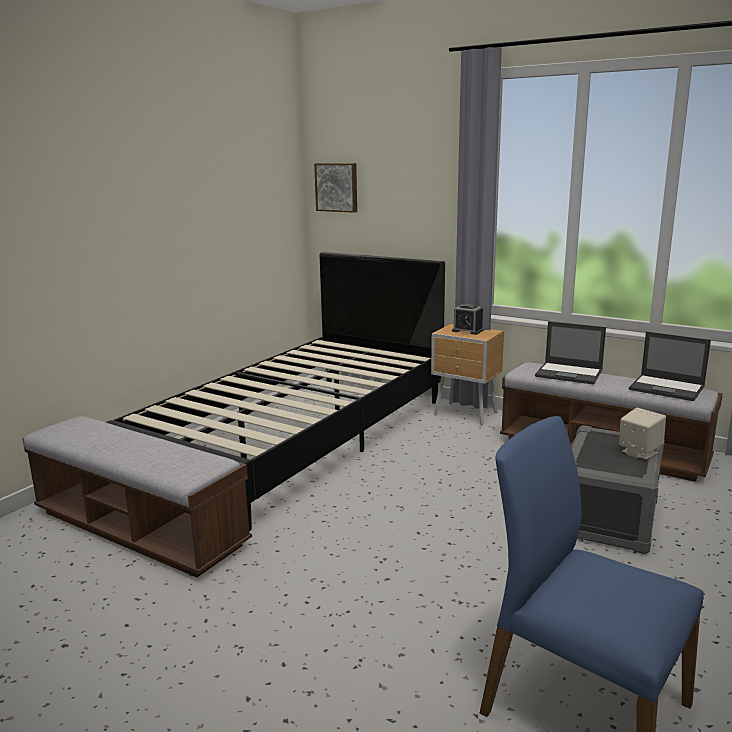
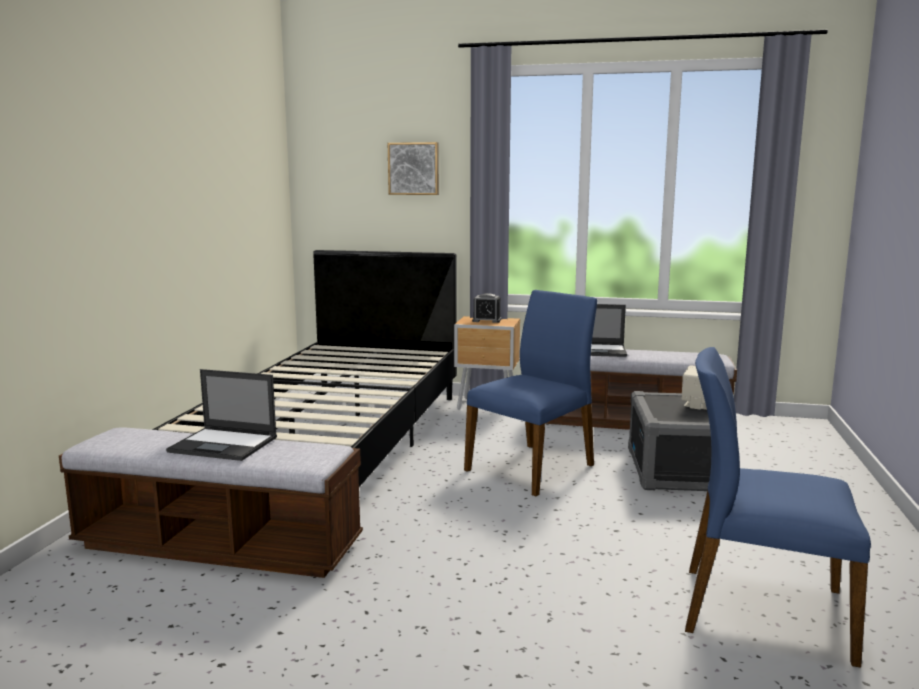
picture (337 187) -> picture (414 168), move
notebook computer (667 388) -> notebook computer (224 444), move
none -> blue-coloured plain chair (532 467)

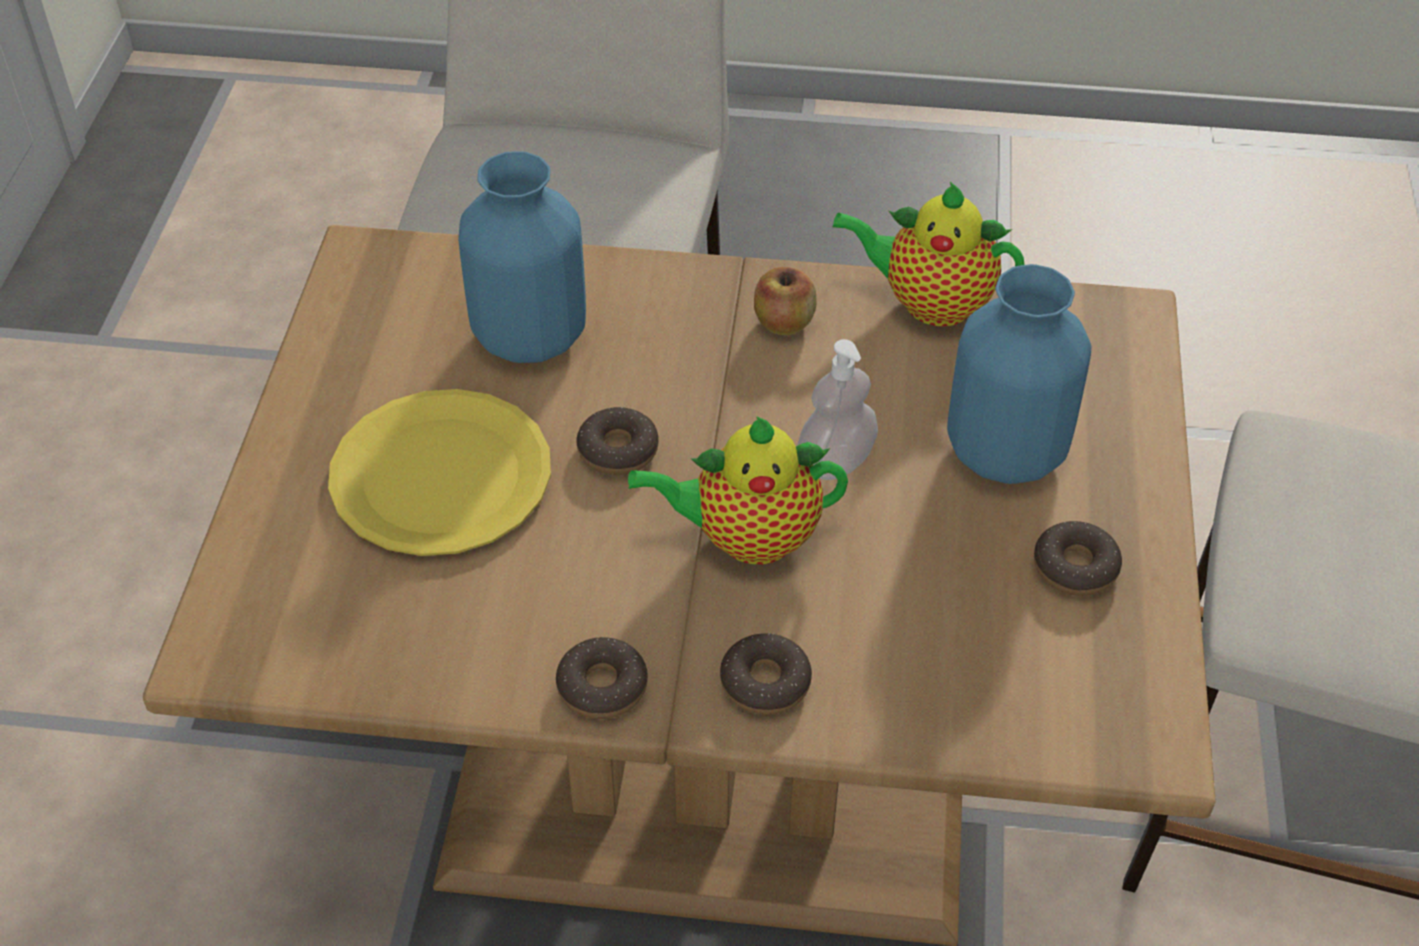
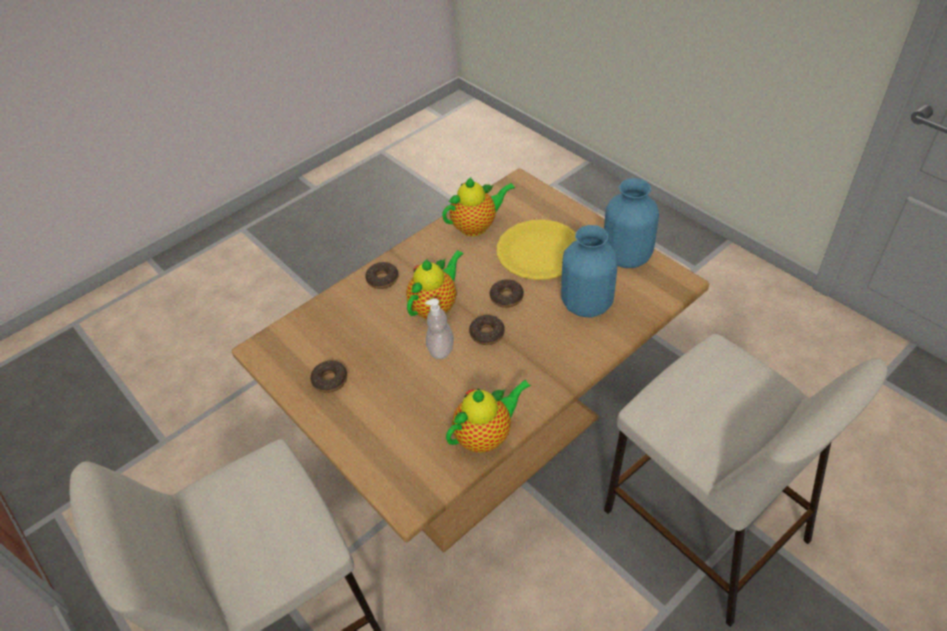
ring doughnut (602 687) -> ring doughnut (487 333), move
apple fruit (784 323) -> none
blue-coloured decorative vase (1003 452) -> blue-coloured decorative vase (627 256), move
none -> pot for tea (477 226)

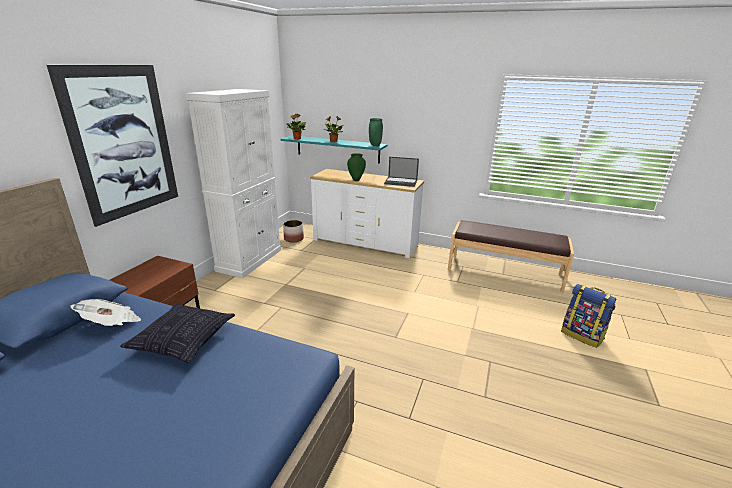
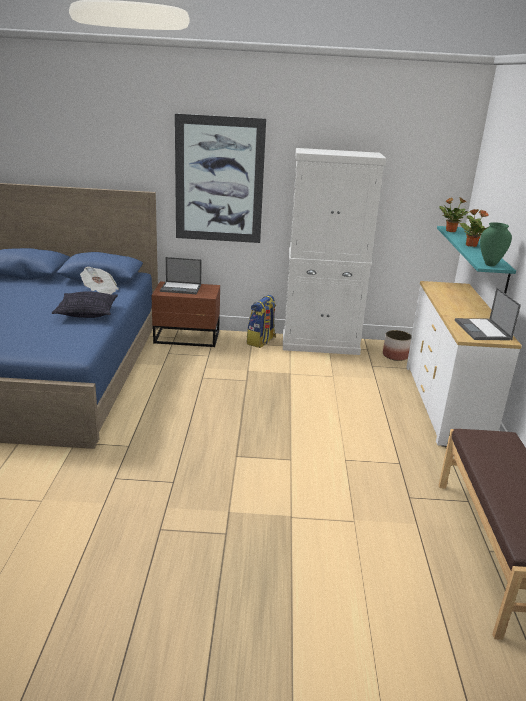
greenish decorative vase (356 180) -> none
knapsack (582 335) -> knapsack (261 341), move
none -> notebook computer (181 288)

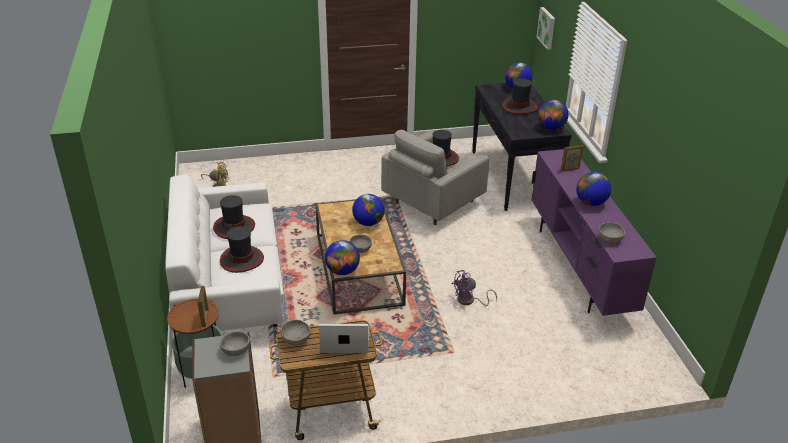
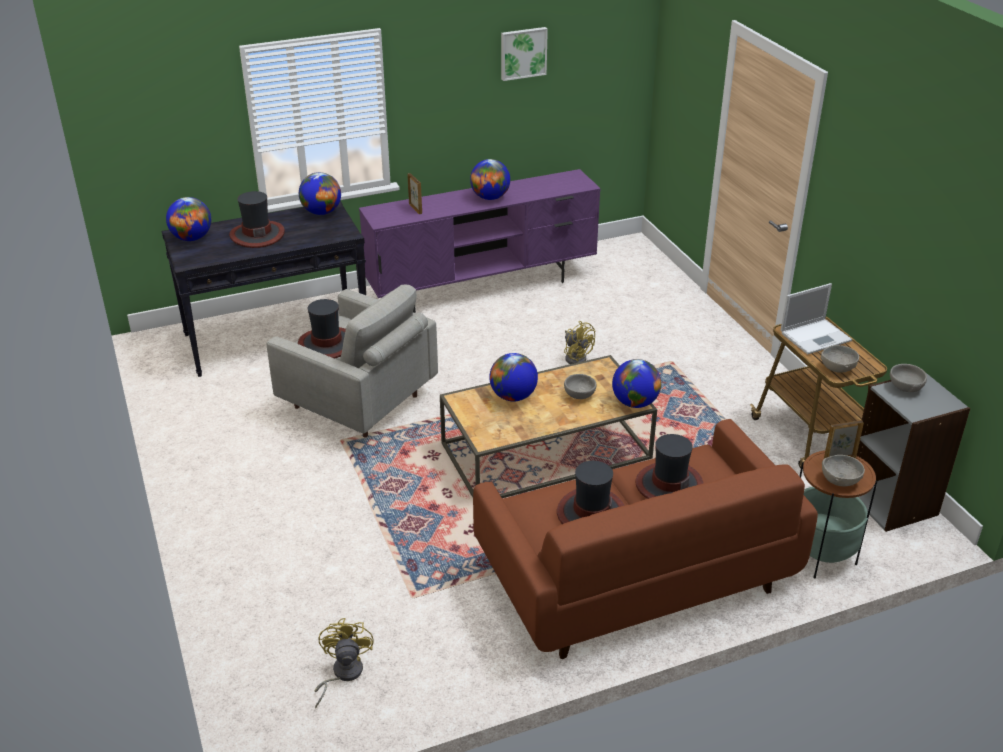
white couch (230 285) -> brown couch (635 575)
notebook computer (344 341) -> notebook computer (816 336), 105 degrees counterclockwise
purplish cooling fan (469 301) -> yellow cooling fan (576 357)
picture (547 28) -> picture (523 53), move
grey serving bowl (610 239) -> grey serving bowl (840 479), move

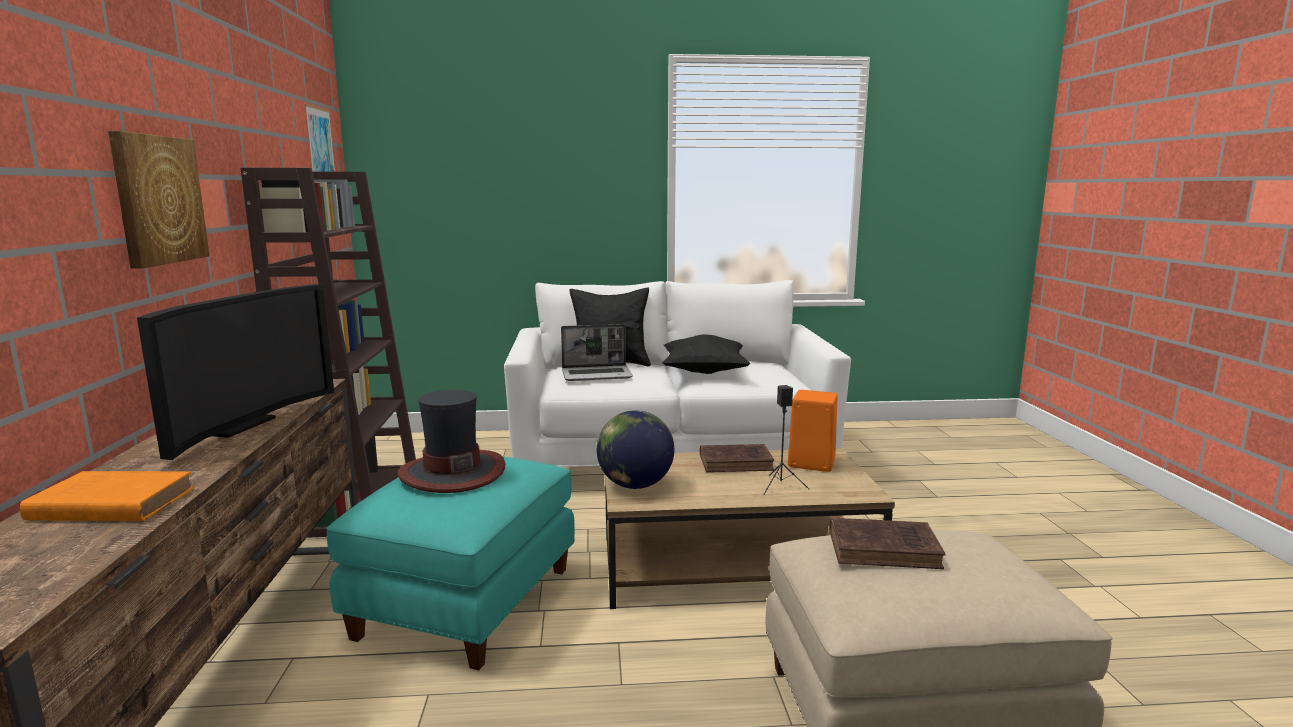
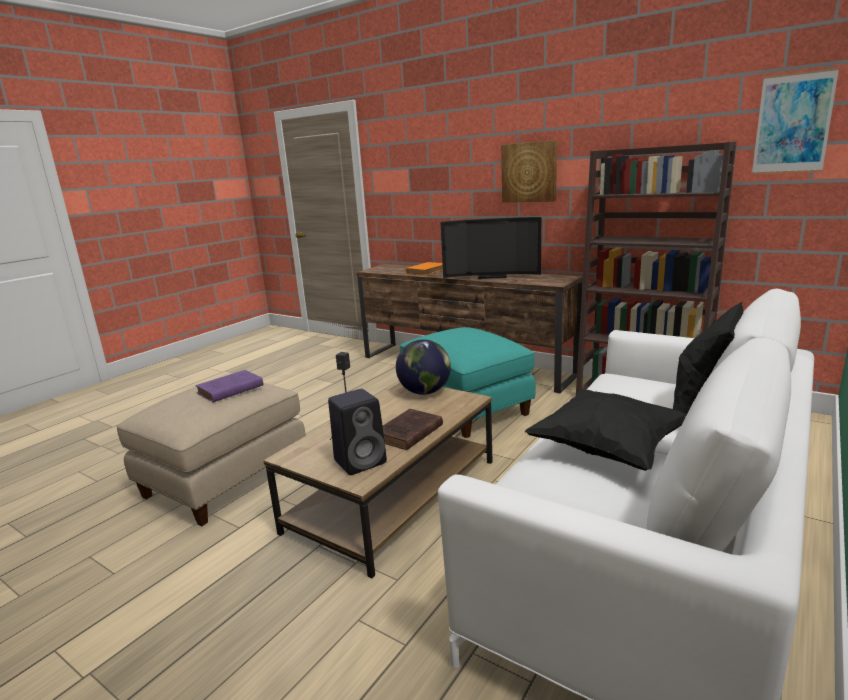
TV (236 426) -> TV (491 276), 45 degrees counterclockwise
clothing hat (452 472) -> none
notebook computer (597 375) -> none
orangey loudspeaker (809 463) -> black-coloured loudspeaker (361 461)
brown volume (886 549) -> purplish volume (229 390)

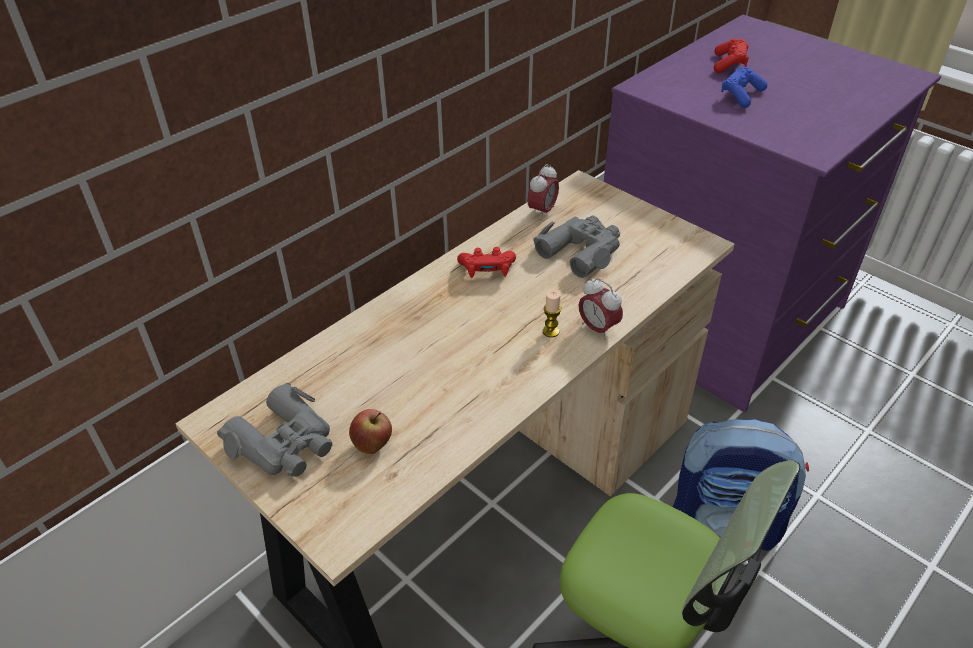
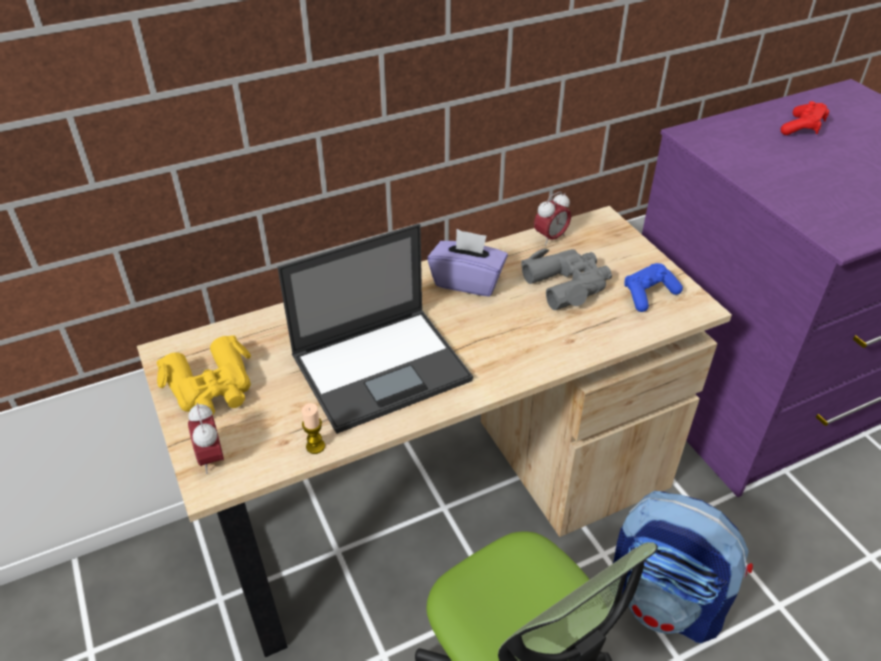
grey binoculars (285 443) -> yellow binoculars (211 387)
apple fruit (373 445) -> none
red game controller (487 270) -> purplish box of tissues (467 281)
wax light (551 331) -> wax light (315 446), move
bedside clock (598 329) -> bedside clock (211 458), move
blue-coloured game controller (741 95) -> blue-coloured game controller (648 294), move
none -> notebook computer (382 367)

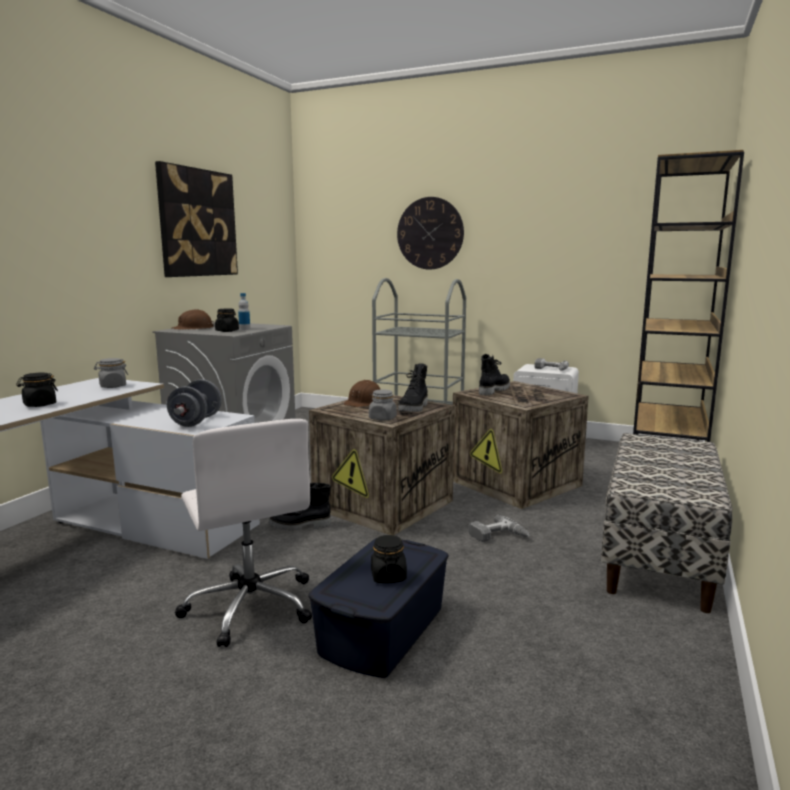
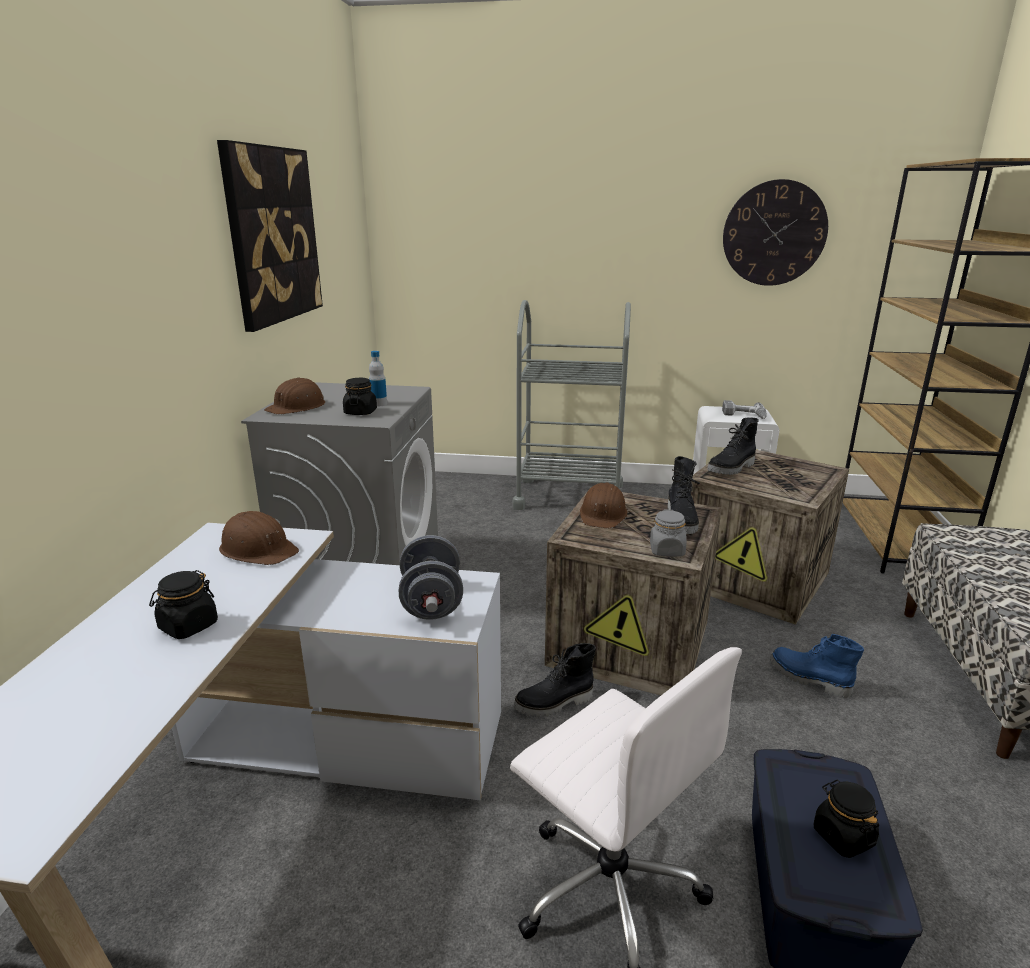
grey jar (112 386) -> brown work helmet (258 549)
hanging clock (430 233) -> hanging clock (774 233), move
electric drill (498 536) -> blue-coloured boot (808 679)
black-coloured boot (493 390) -> black-coloured boot (732 469), 150 degrees counterclockwise

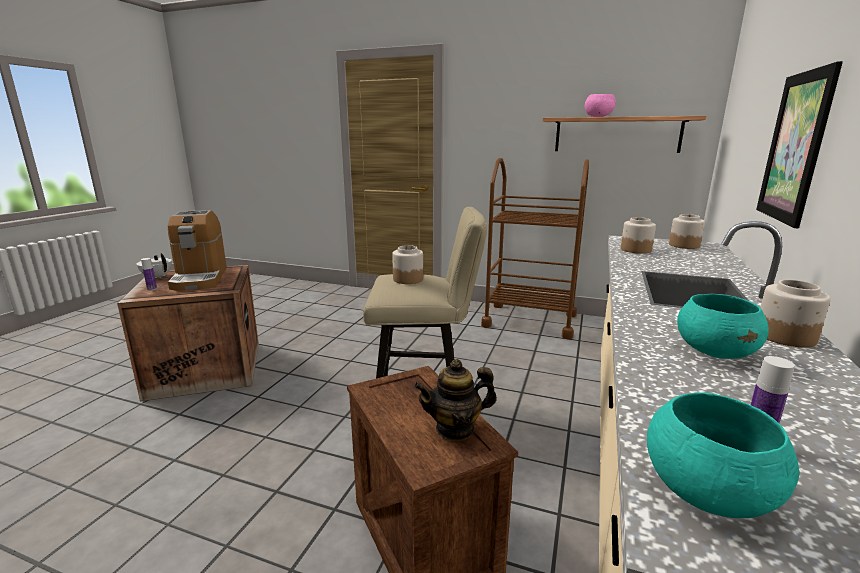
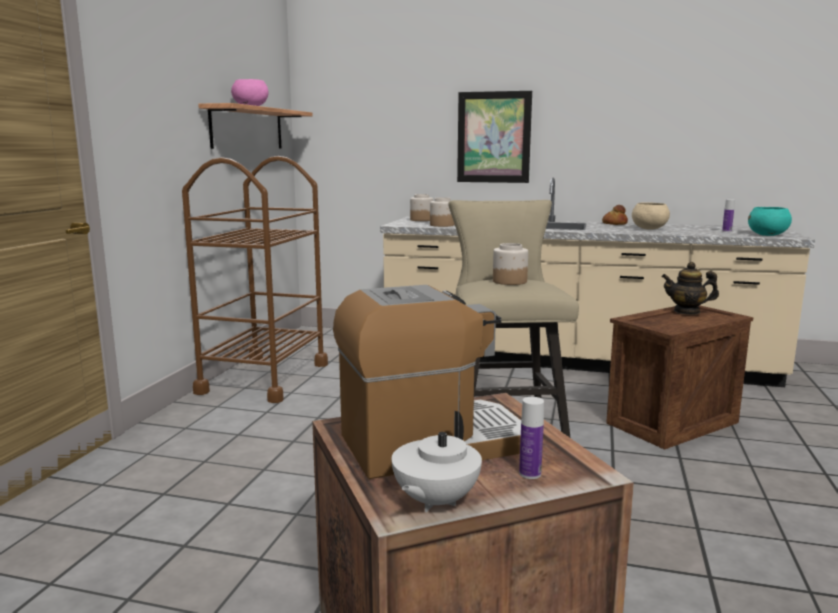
pot for tea (455 428) -> pot for tea (687 311), 120 degrees clockwise
blue-green serving bowl (714 352) -> beige-coloured serving bowl (649 229)
jar (784 336) -> baked bread (614 224)

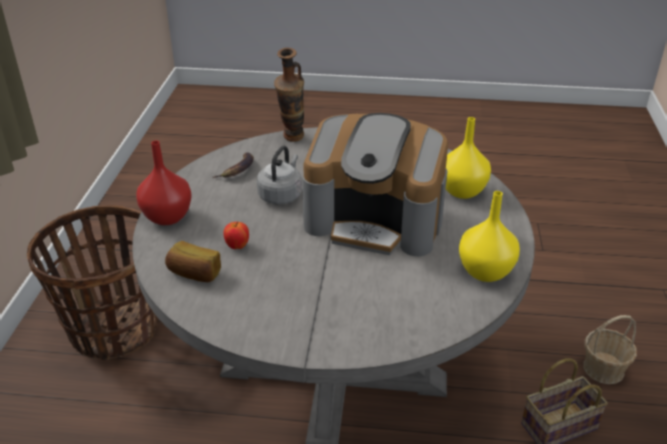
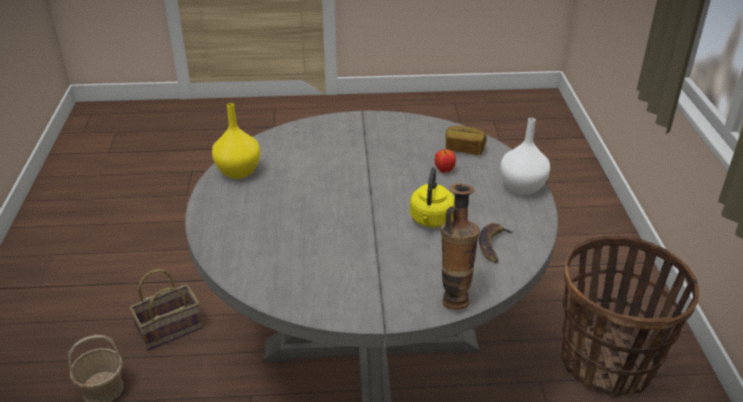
red decorative vase (166 217) -> white decorative vase (523 188)
grey kettle (281 195) -> yellow kettle (431 220)
coffee maker (375 220) -> none
yellow decorative vase (461 191) -> none

